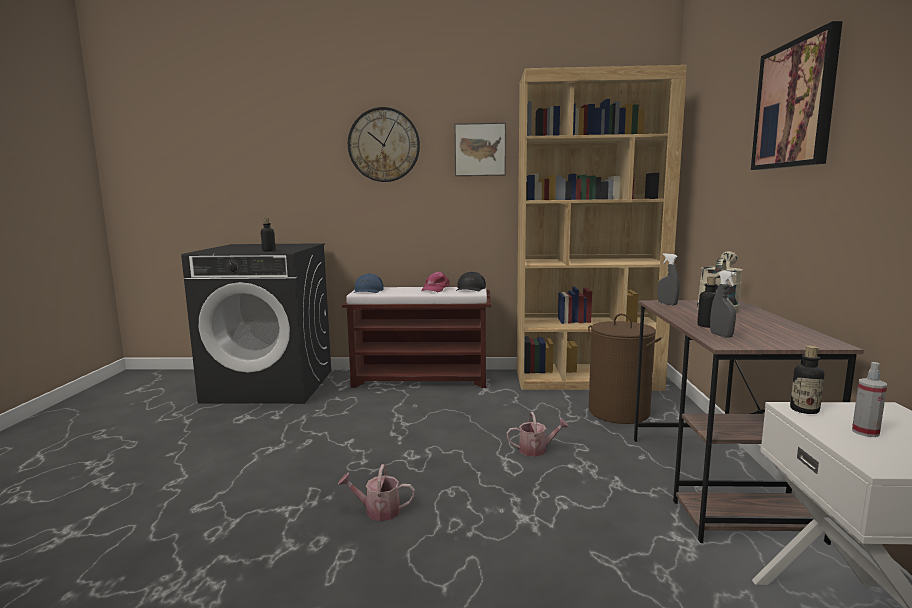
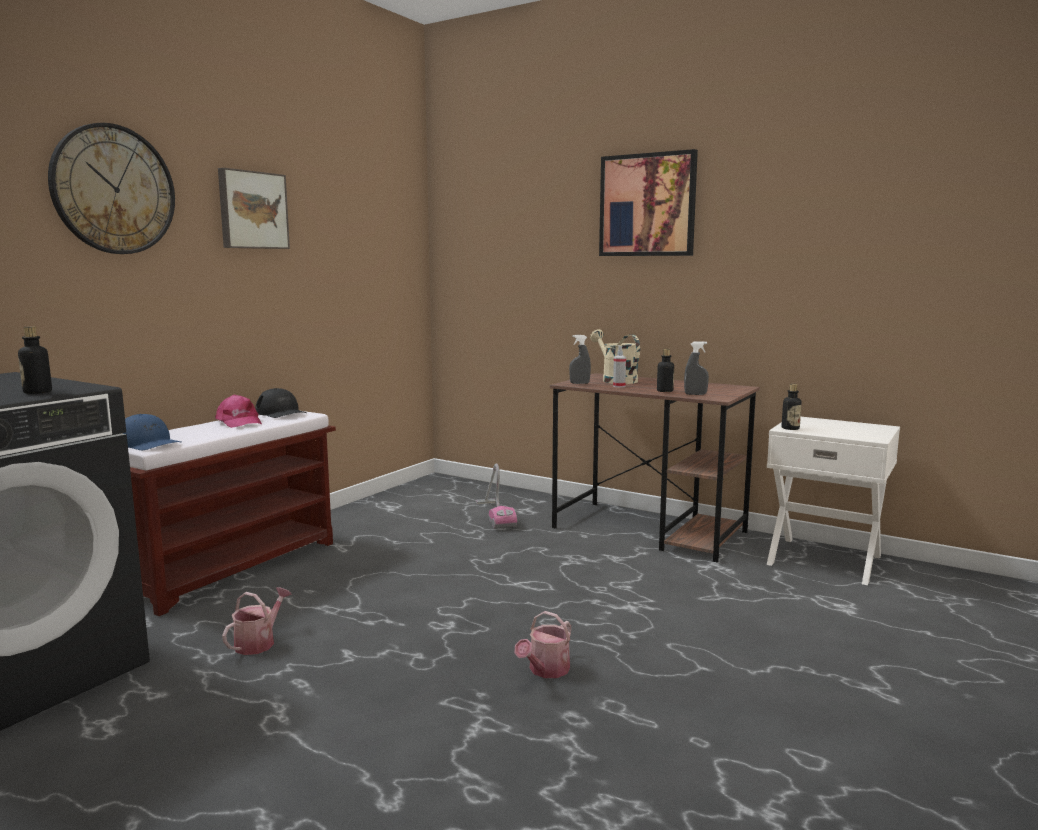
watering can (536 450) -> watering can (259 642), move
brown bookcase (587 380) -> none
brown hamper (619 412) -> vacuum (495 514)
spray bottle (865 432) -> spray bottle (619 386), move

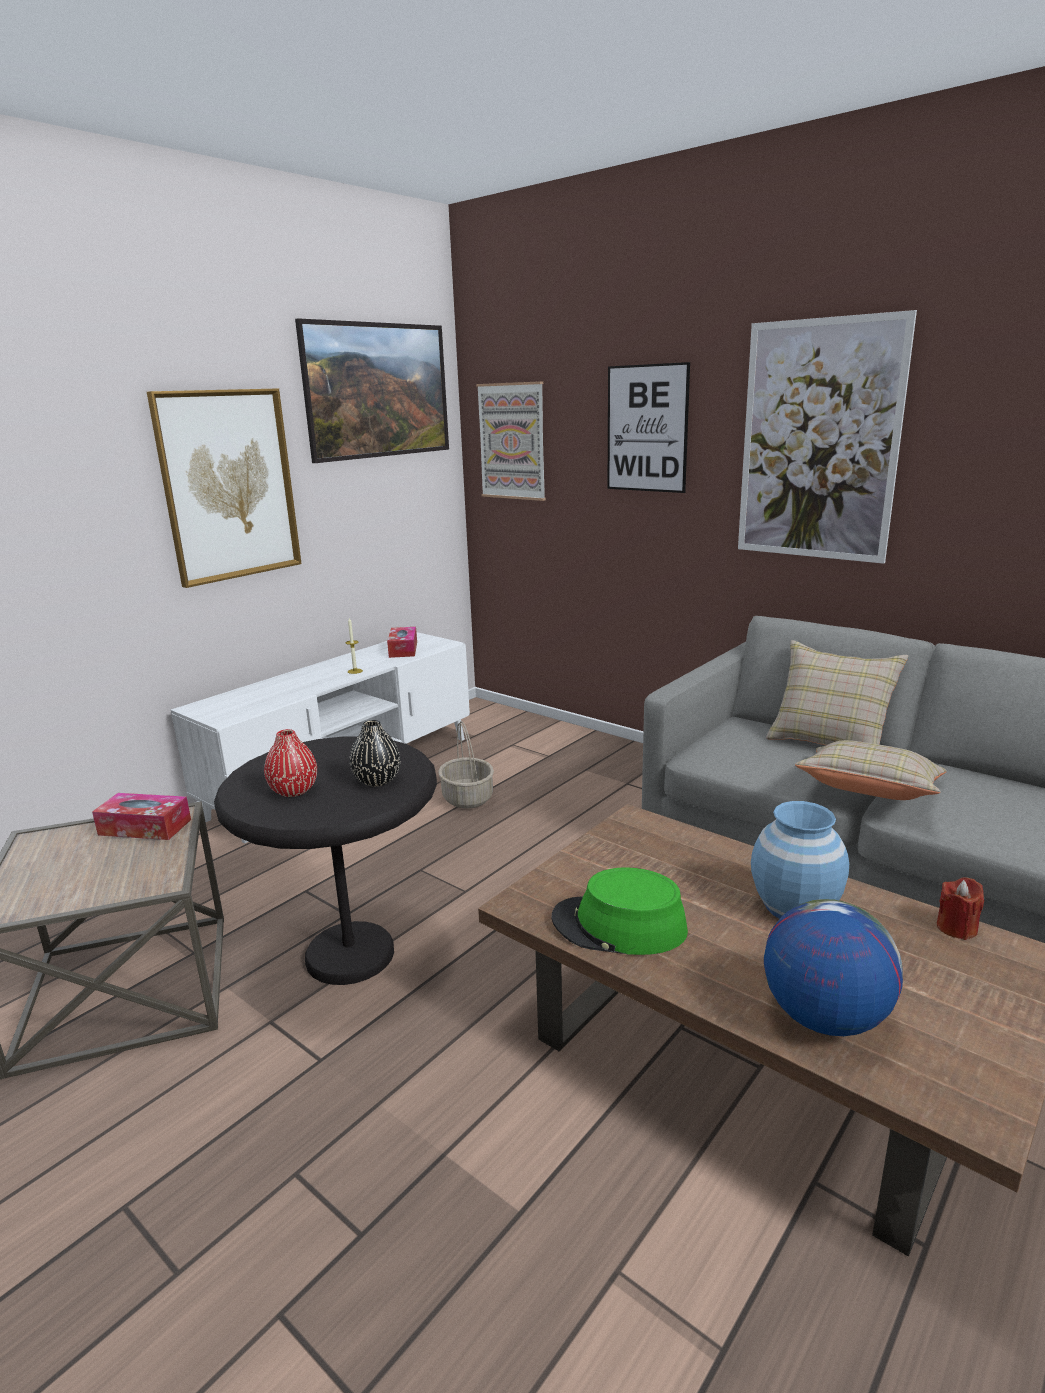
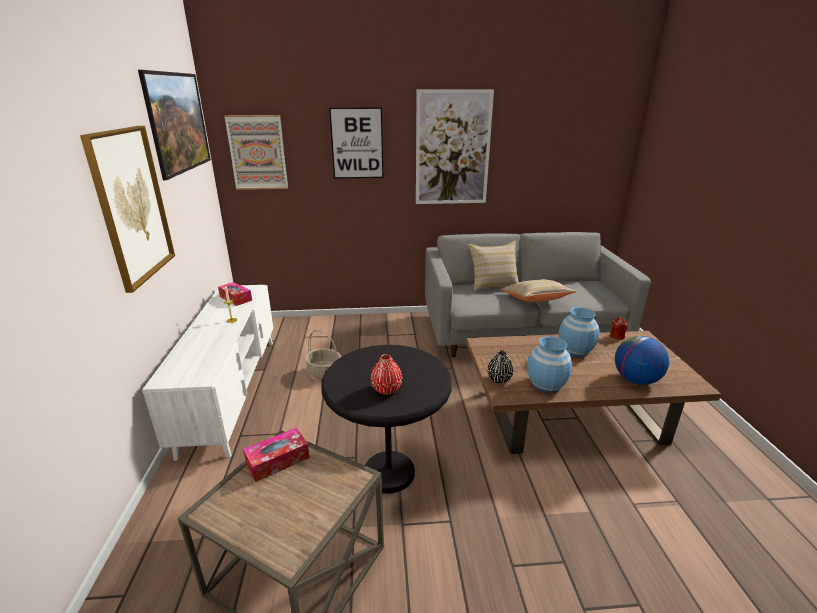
black-coloured decorative vase (377 780) -> black-coloured decorative vase (499 379), move
greenish clothing hat (619 926) -> blue-coloured decorative vase (546 384)

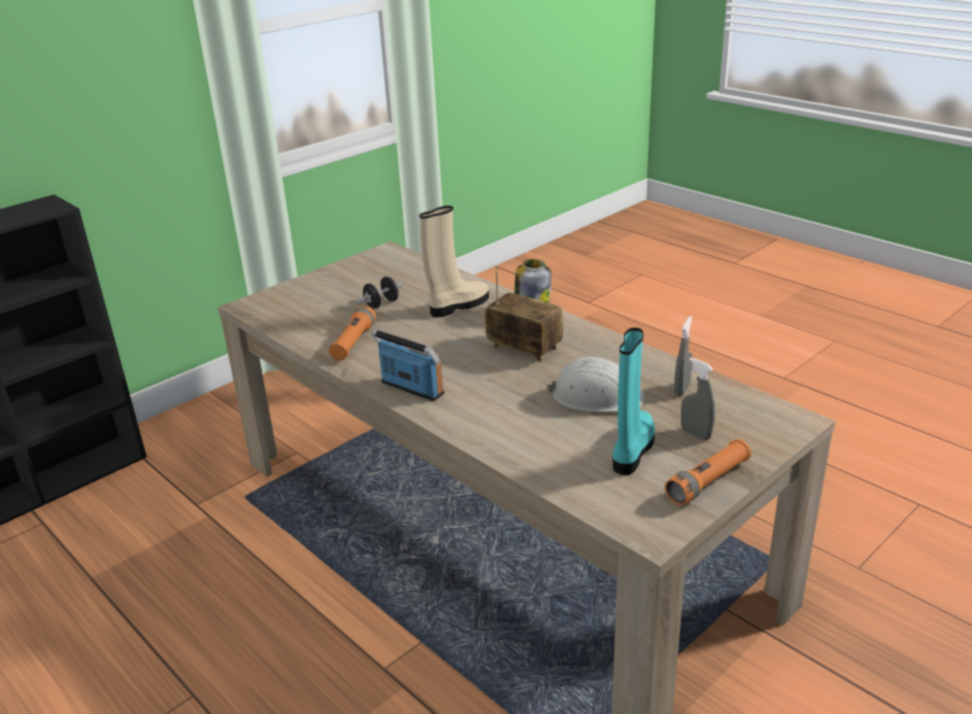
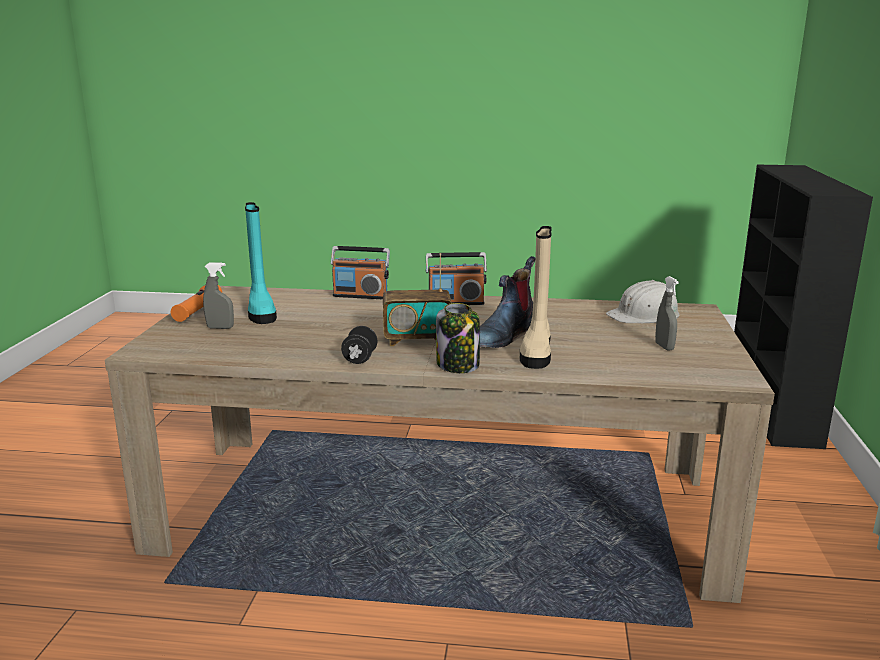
orangey flashlight (353 342) -> none
black-coloured hand weight (382 304) -> black-coloured hand weight (360 358), move
white work helmet (596 397) -> white work helmet (644 315), move
grey spray bottle (681 389) -> grey spray bottle (664 347), move
none -> radio (360 296)
none -> boot (503 335)

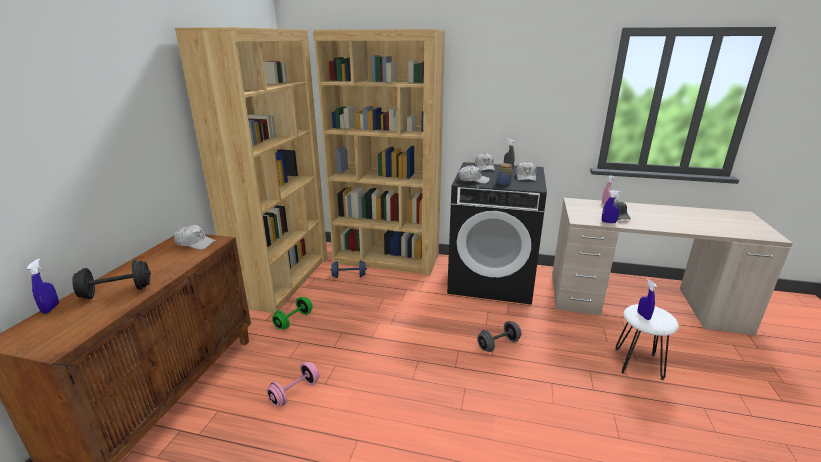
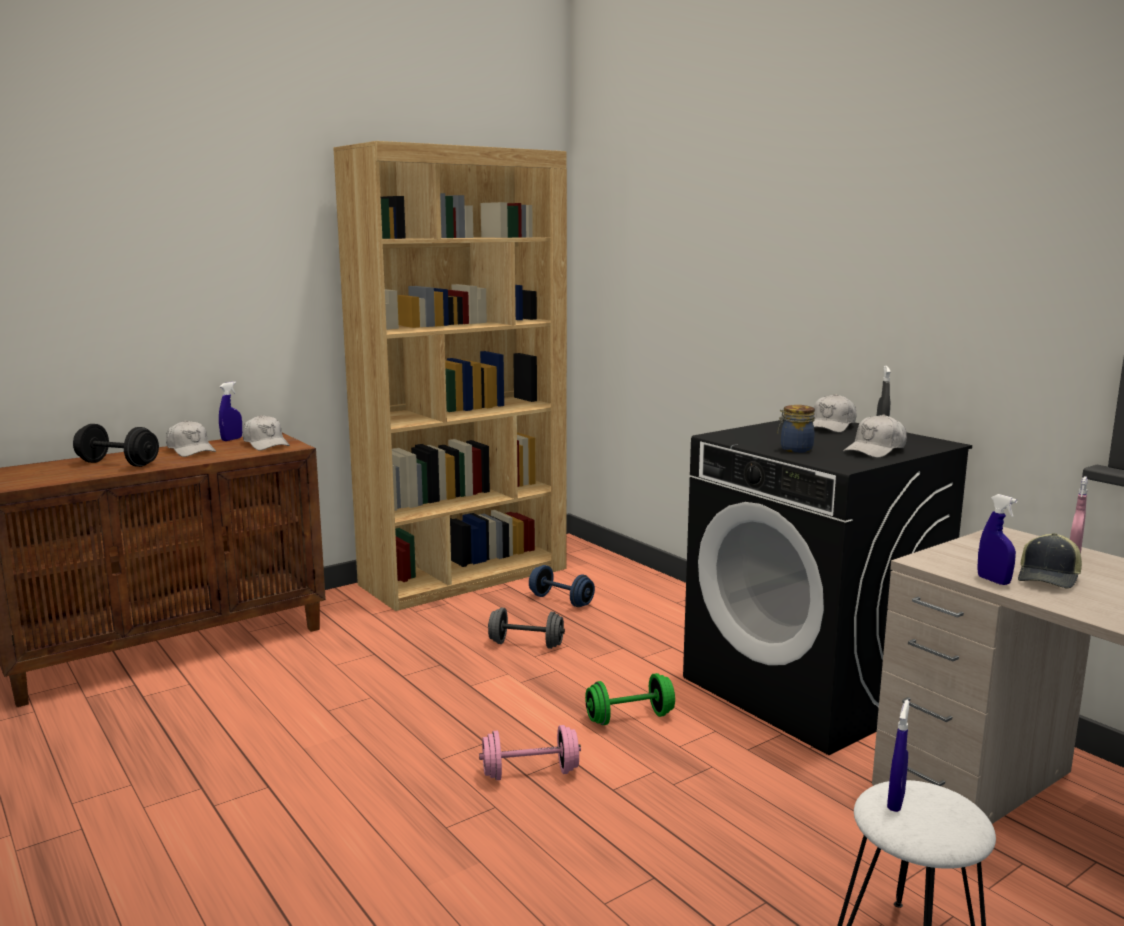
blue-coloured spray bottle (51 308) -> blue-coloured spray bottle (232 439), move
pinkish hand weight (295 392) -> pinkish hand weight (530 773), move
greenish hand weight (293 321) -> greenish hand weight (629 718), move
brown bookcase (386 259) -> none
white peaked cap (473 180) -> white peaked cap (191 450), move
grey hand weight (498 344) -> grey hand weight (526 644), move

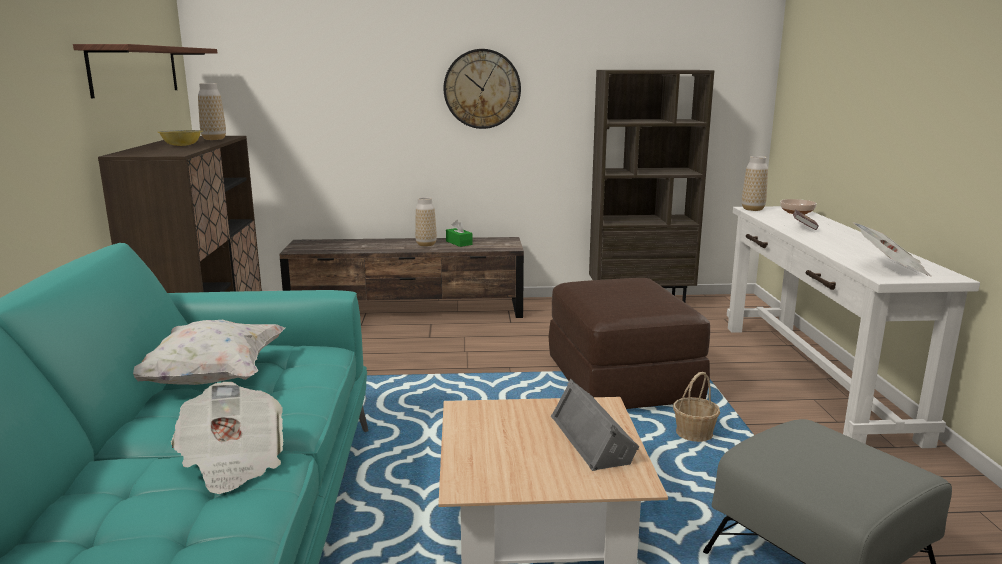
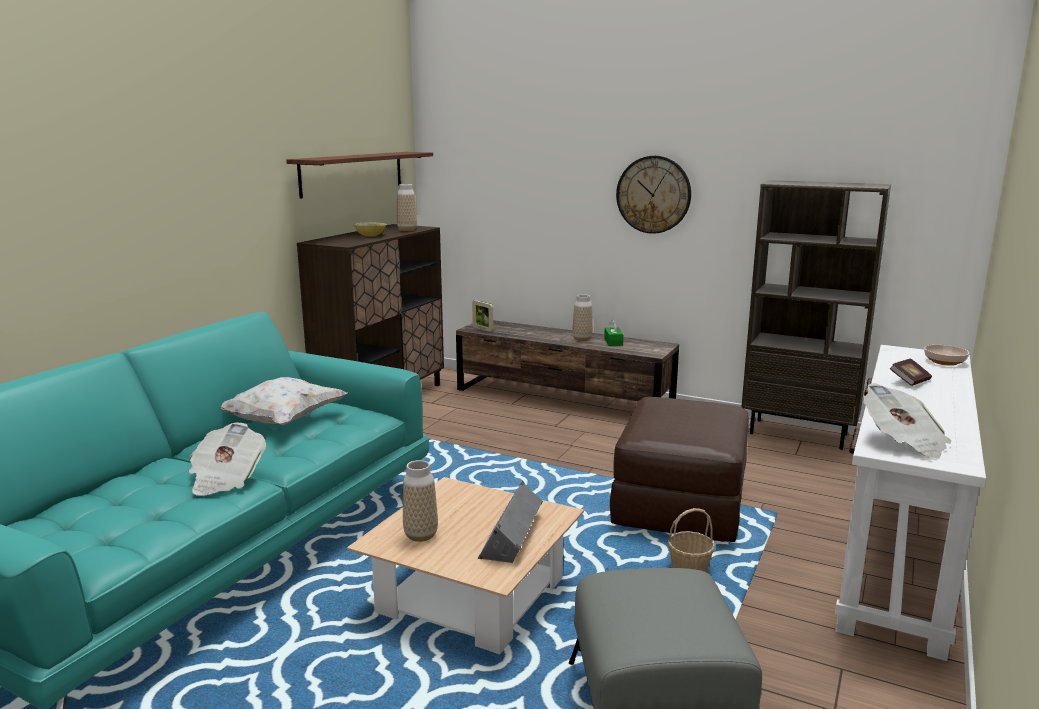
decorative vase (752 209) -> decorative vase (421 535), move
none -> standing frame (483 329)

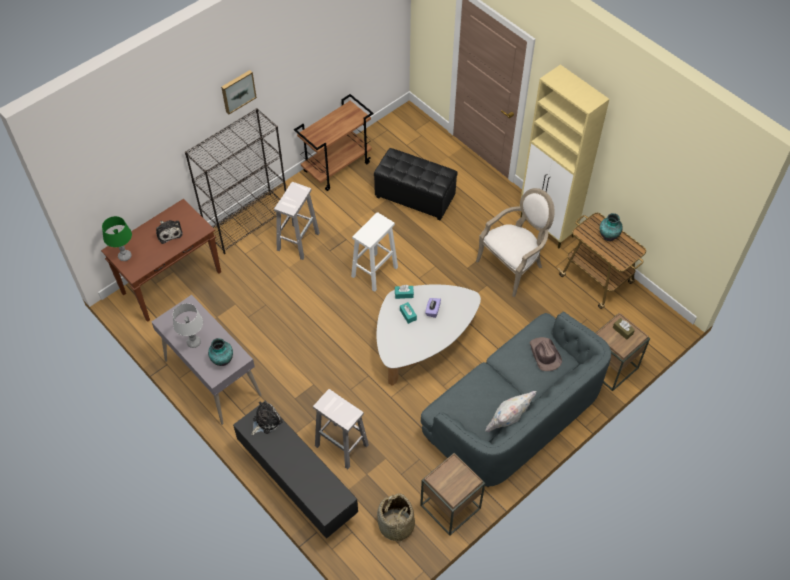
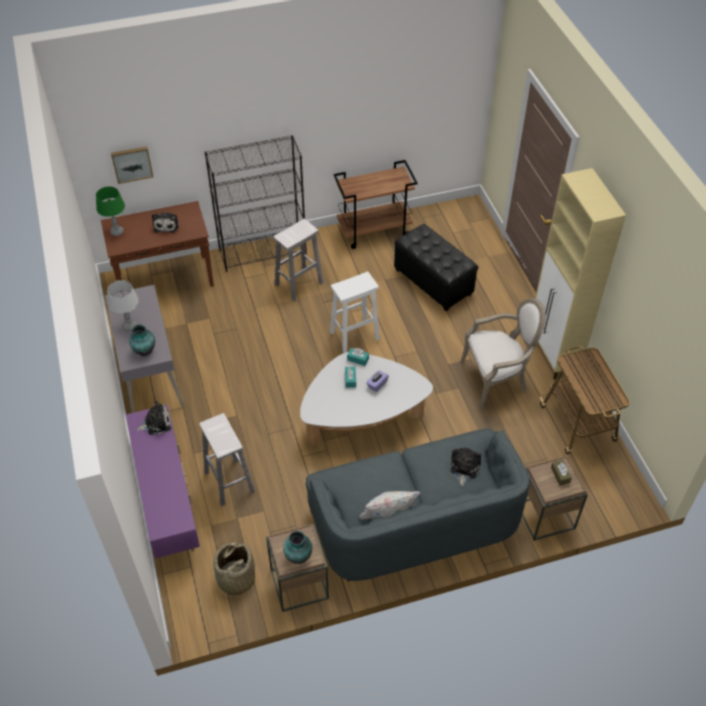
picture (237 91) -> picture (132 164), move
black-coloured tv stand (298 484) -> purplish tv stand (168 500)
brown clothing hat (544 355) -> soft toy (464 468)
decorative vase (608 236) -> decorative vase (298 556), move

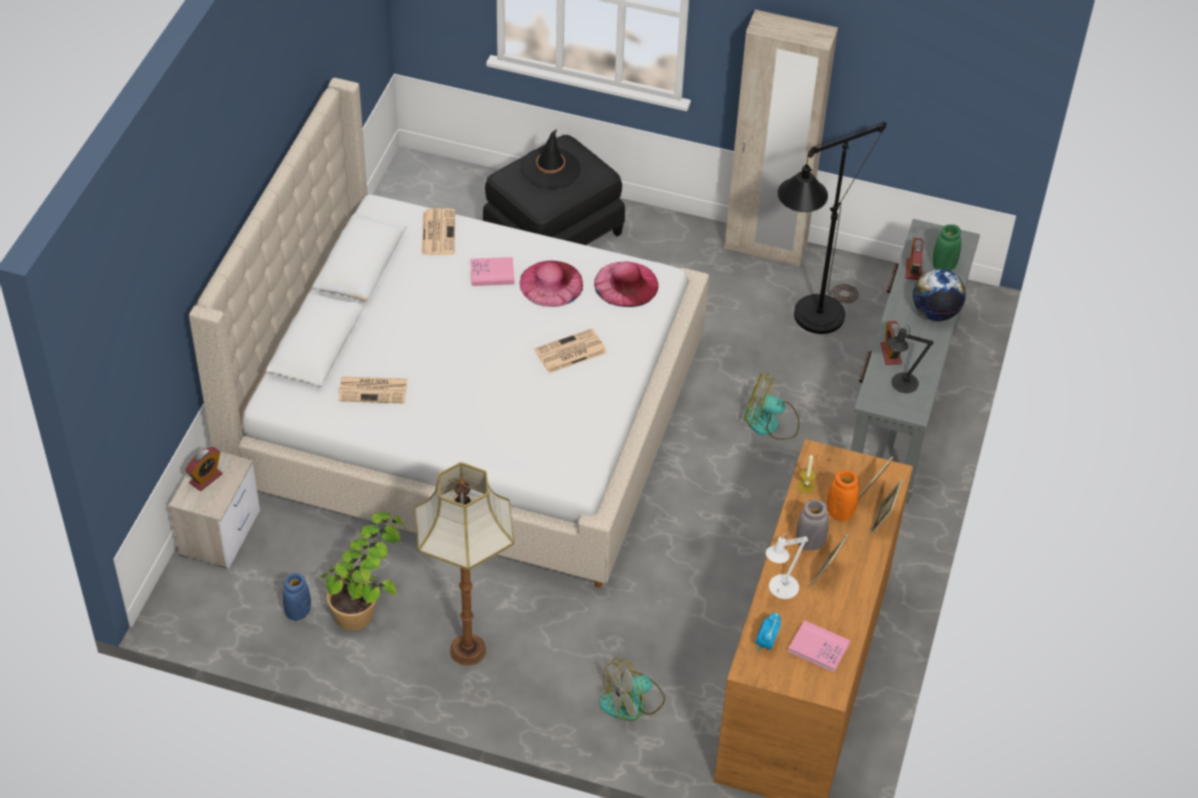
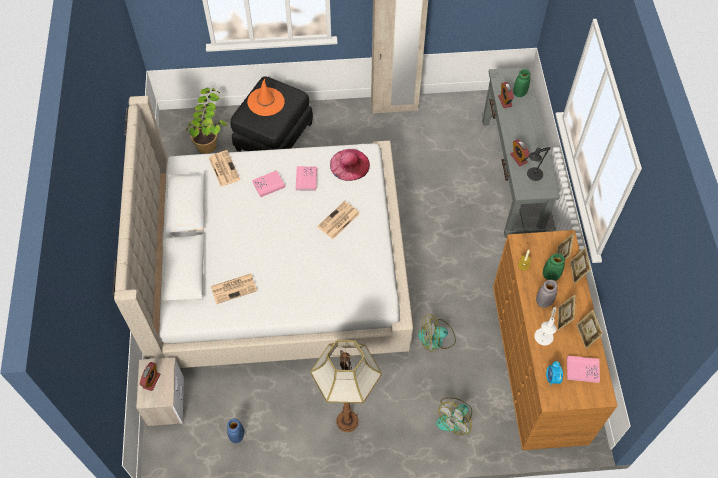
houseplant (369 603) -> houseplant (211 138), move
pinkish clothing hat (551 283) -> pinkish volume (306 179)
black-coloured clothing hat (550 168) -> orangey clothing hat (266 102)
cooling fan (769 423) -> cooling fan (436 338), move
black-coloured standing lamp (809 323) -> none
orangey decorative vase (840 513) -> greenish decorative vase (550 275)
desk globe (935 312) -> none
none -> standing frame (586 336)

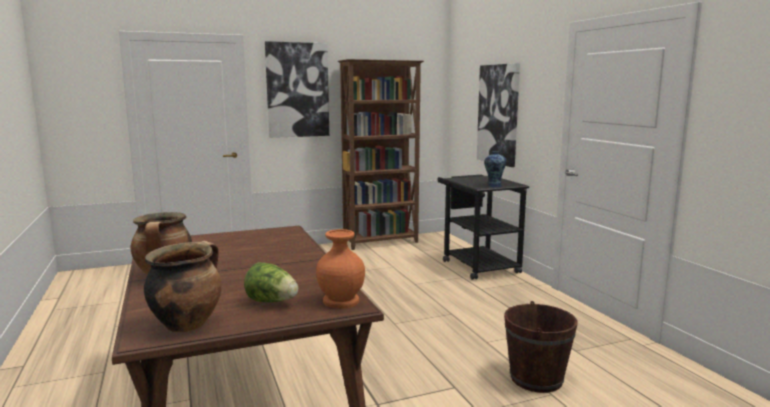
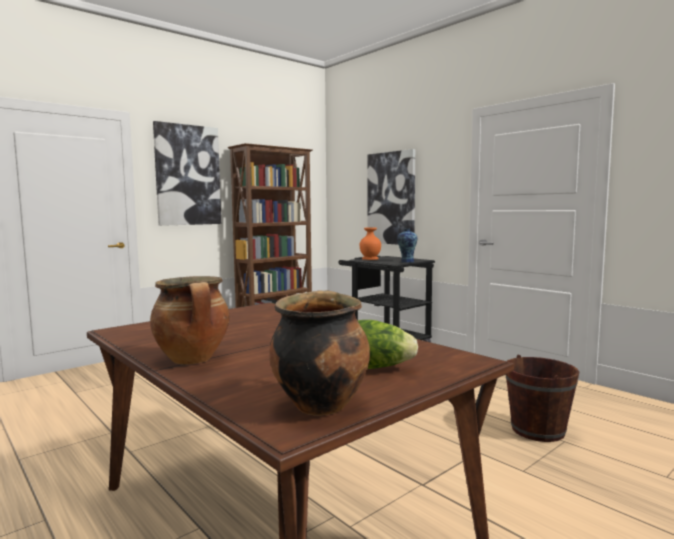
orangey decorative vase (341 301) -> orangey decorative vase (370 259), move

